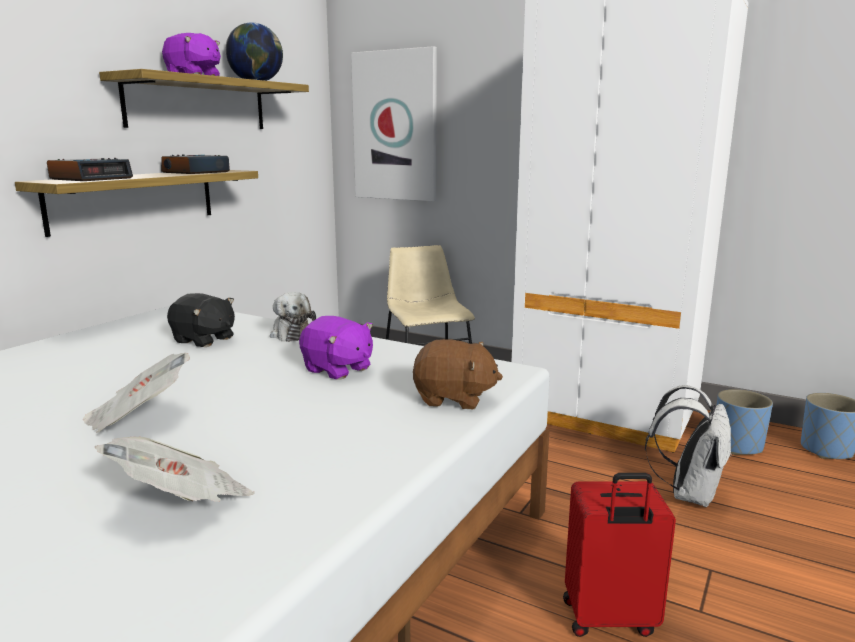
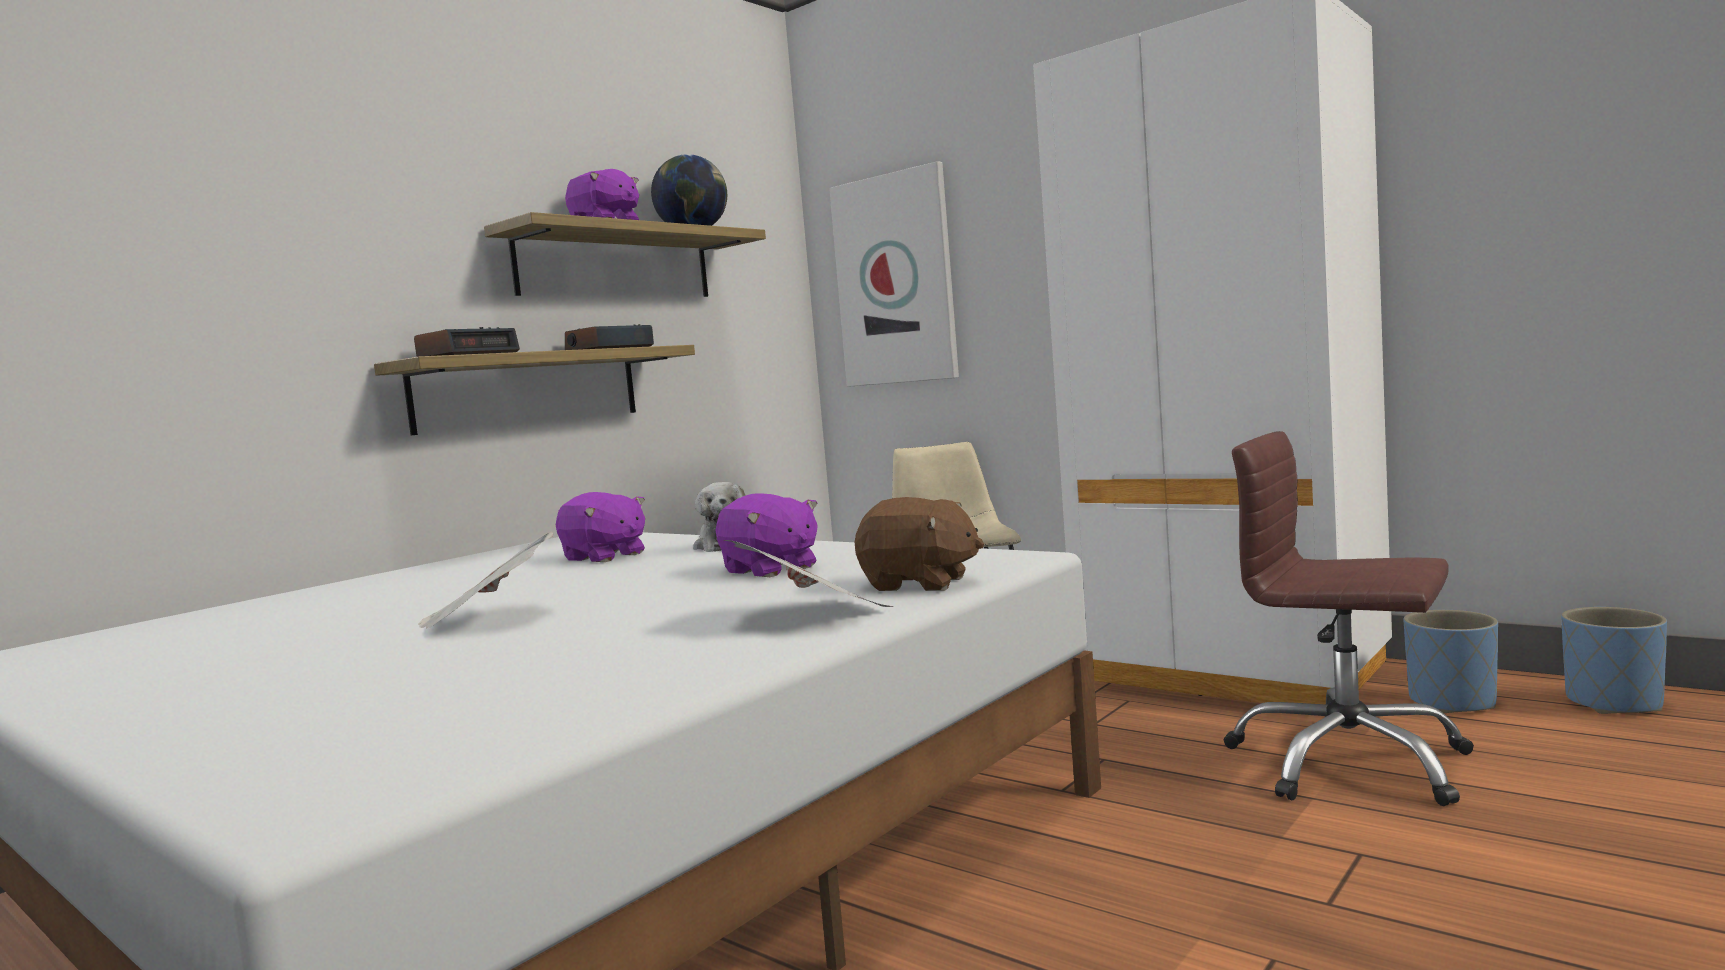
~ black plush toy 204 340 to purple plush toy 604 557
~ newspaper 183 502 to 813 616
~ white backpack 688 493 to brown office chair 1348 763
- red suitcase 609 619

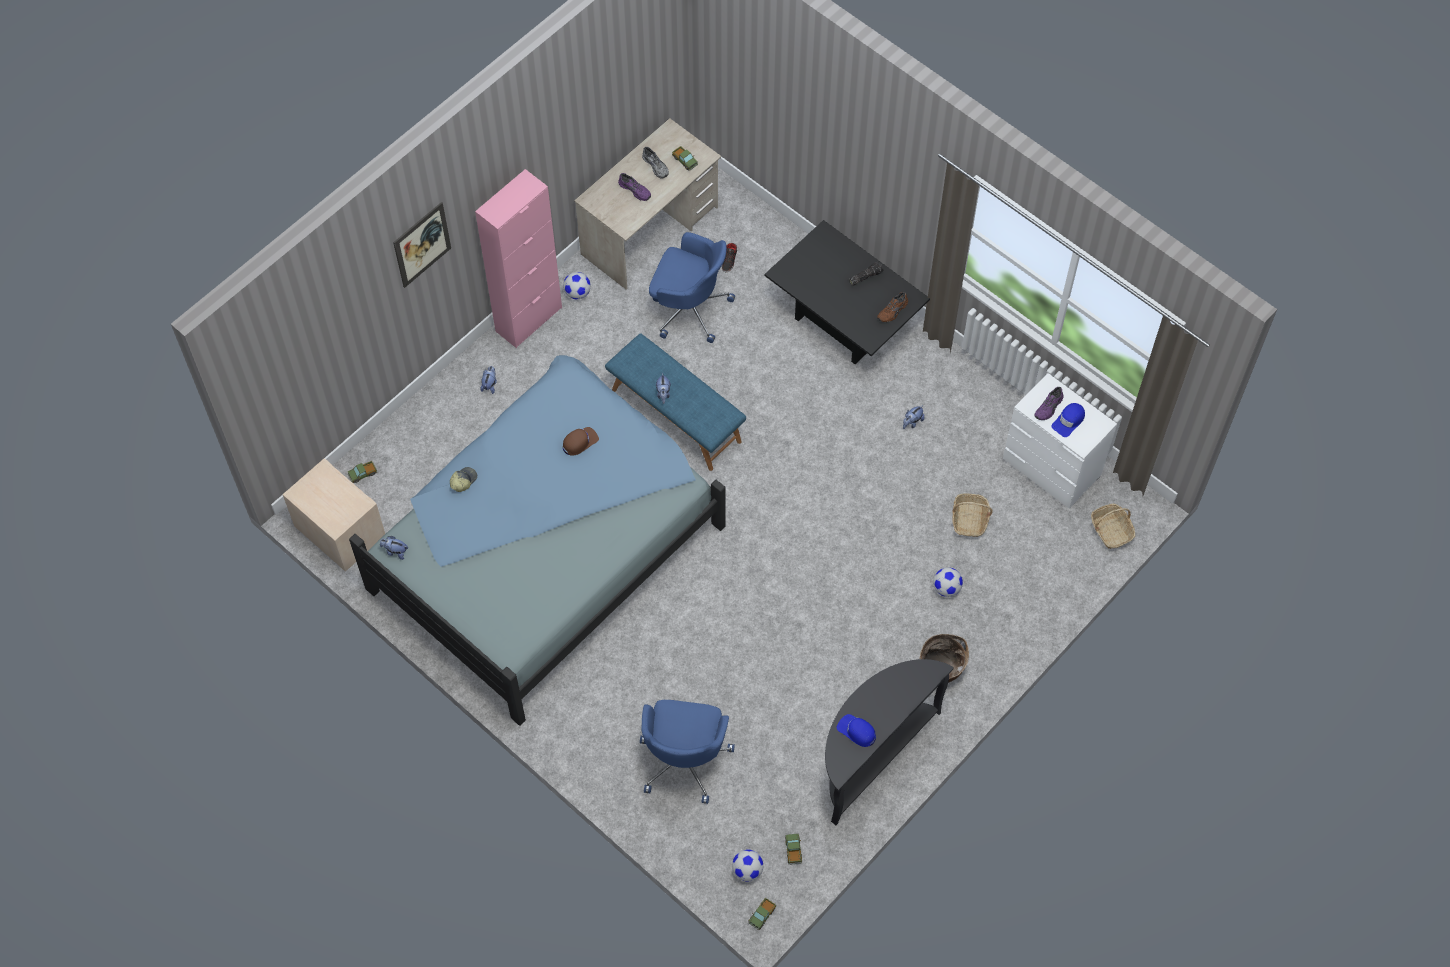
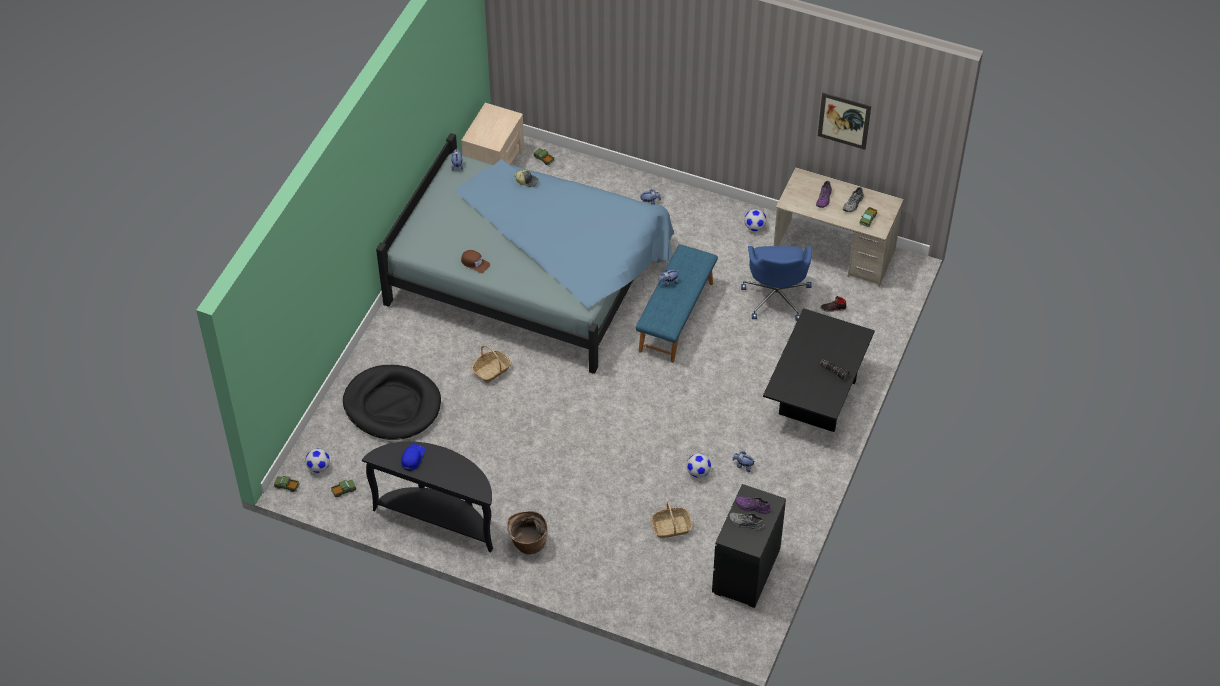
~ blue office chair 684 759 to black dog bed 392 405
~ brown cap 580 442 to 475 263
~ basket 1110 530 to 492 370
~ football 946 588 to 698 472
~ white dresser 1052 468 to black dresser 746 572
~ blue cap 1069 421 to grey shoe 746 523
~ picture 422 244 to 844 120
- pink cabinet 528 319
- brown shoe 893 311

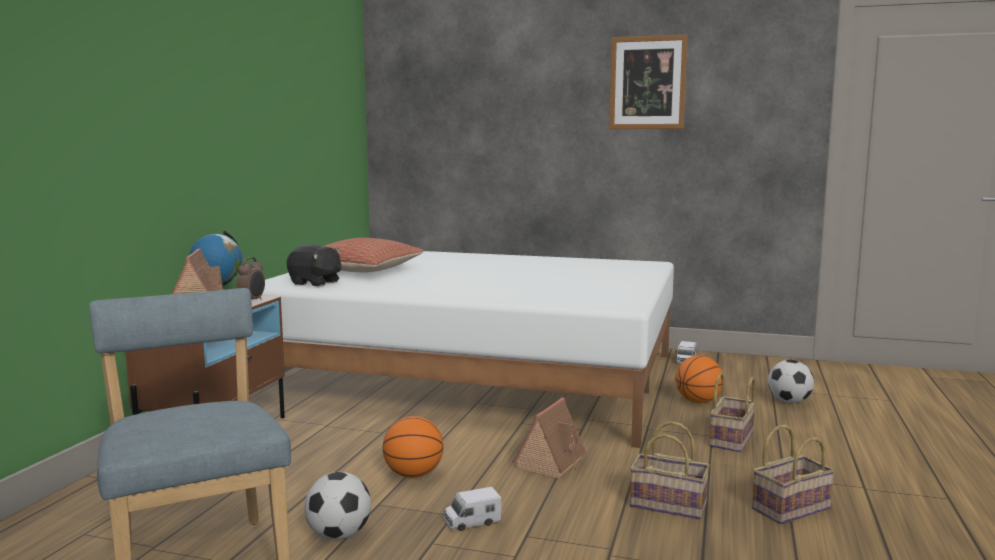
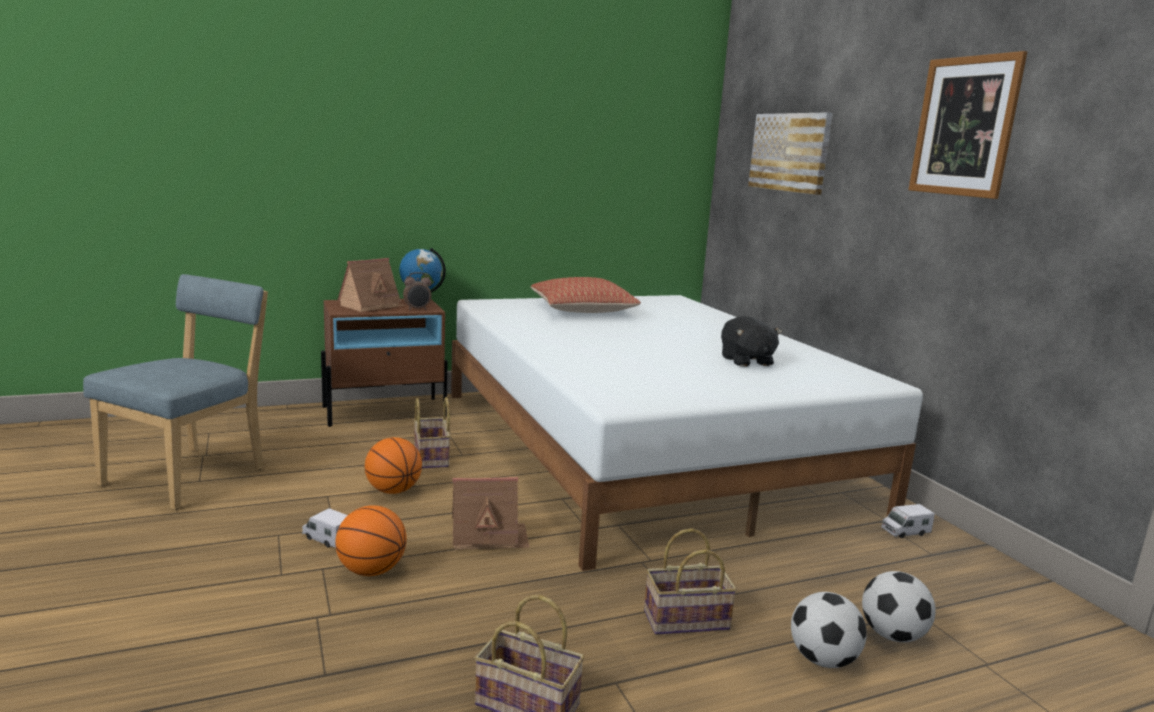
~ basketball 698 401 to 371 570
~ basket 670 505 to 432 457
~ black plush toy 315 283 to 746 361
+ picture 790 152
~ football 339 535 to 822 660

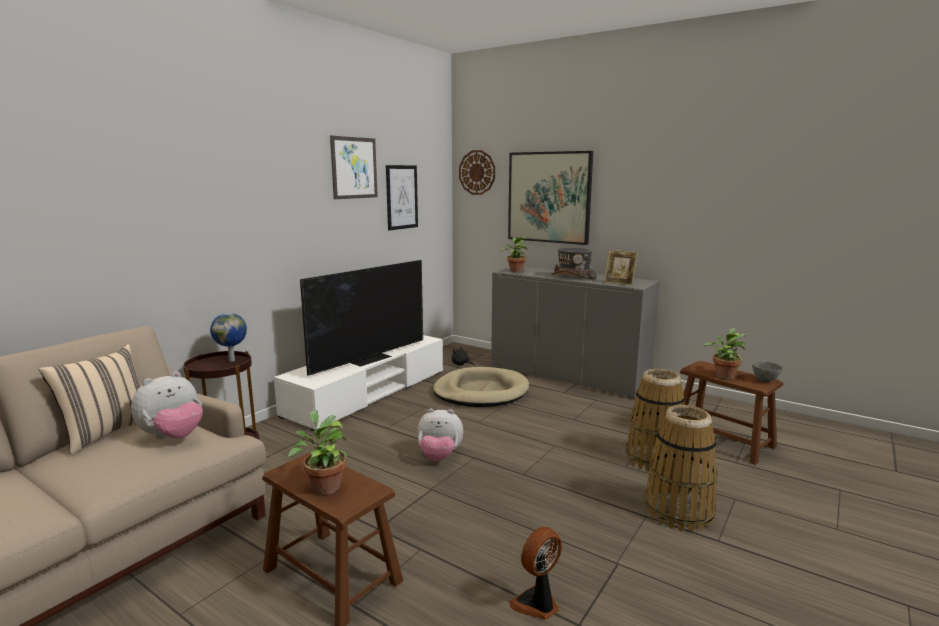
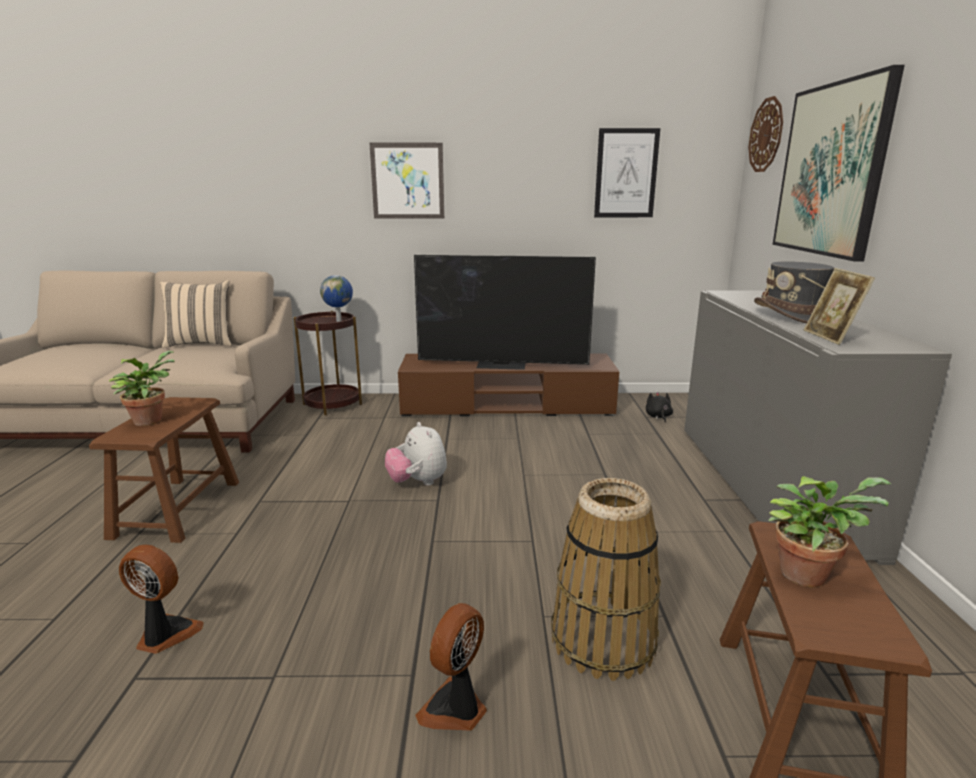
~ picture 354 168 to 407 181
~ white tv stand 368 393 to brown tv stand 507 405
~ basket 678 511 to fan 455 709
- plush toy 173 437
- beige dog bed 481 392
- potted plant 515 271
- grey bowl 764 380

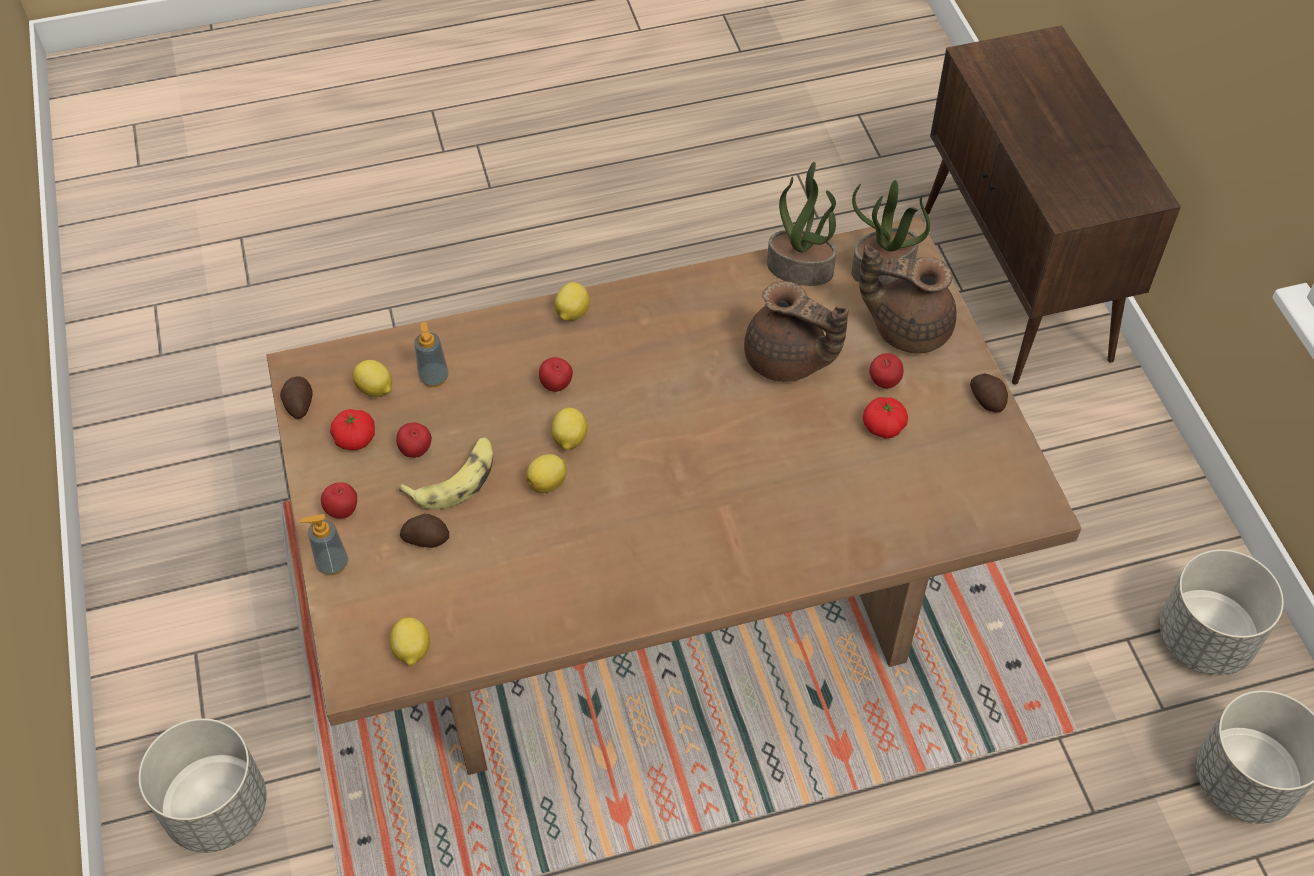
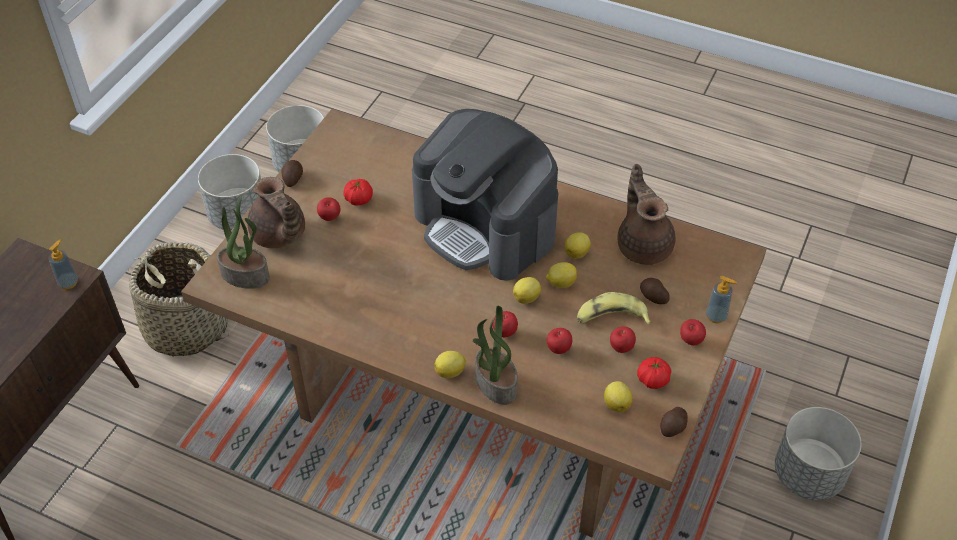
~ soap dispenser 434 378 to 68 282
+ basket 186 327
+ coffee machine 486 227
~ potted plant 801 268 to 494 383
+ apple 558 349
~ lemon 412 651 to 577 253
~ brown teapot 787 361 to 643 245

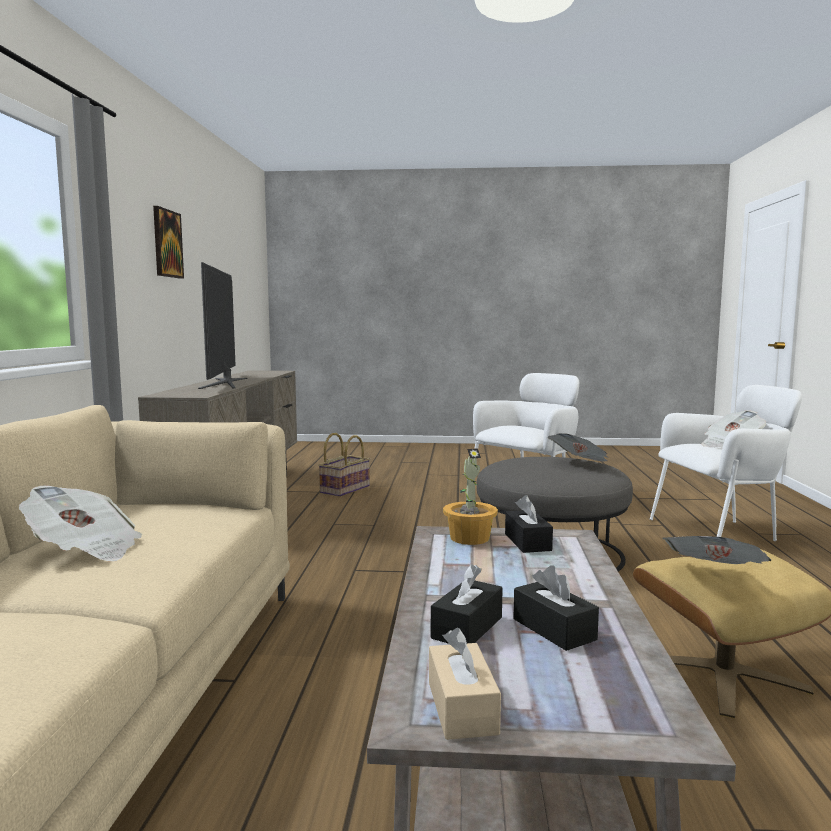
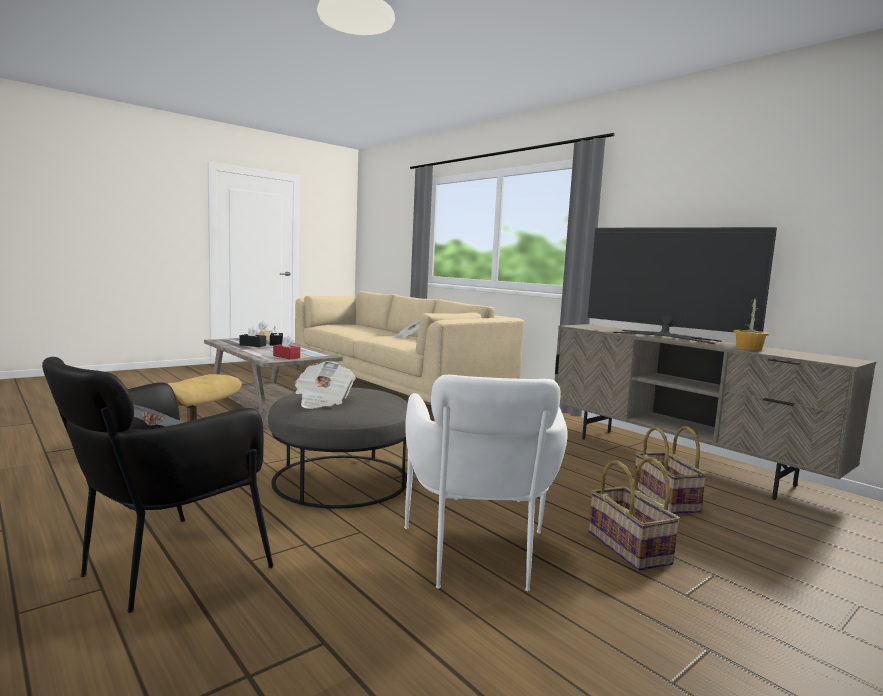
~ white armchair 721 533 to black armchair 162 568
~ black tissue box 527 542 to red tissue box 286 357
+ basket 630 548
~ potted plant 469 538 to 749 349
- picture 167 243
- newspaper 714 577

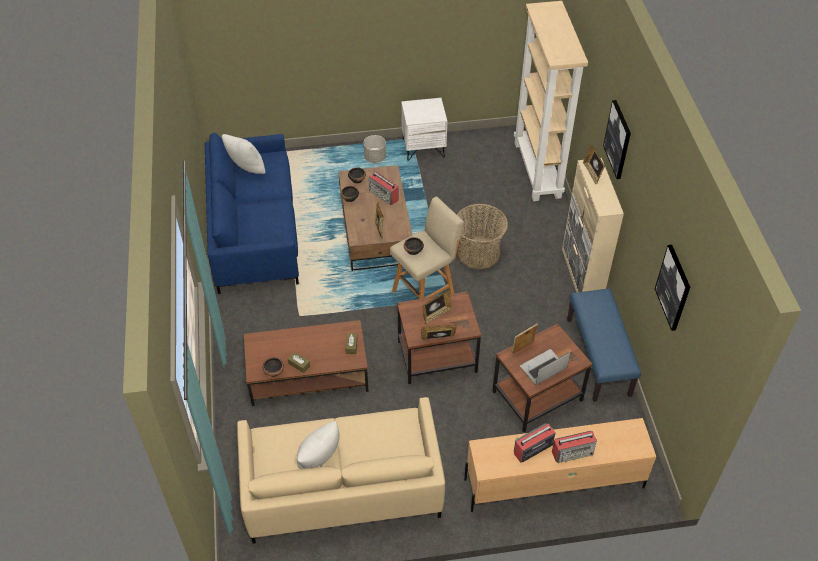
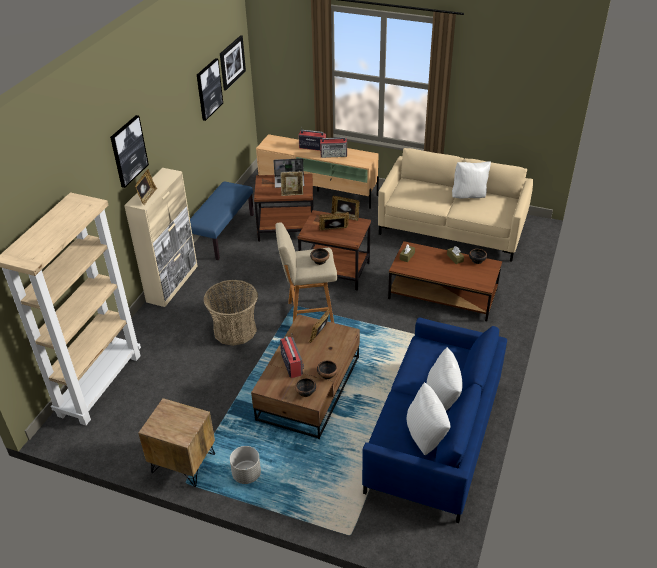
~ white nightstand 423 147 to brown nightstand 183 463
+ picture 232 62
+ white pillow 443 400

